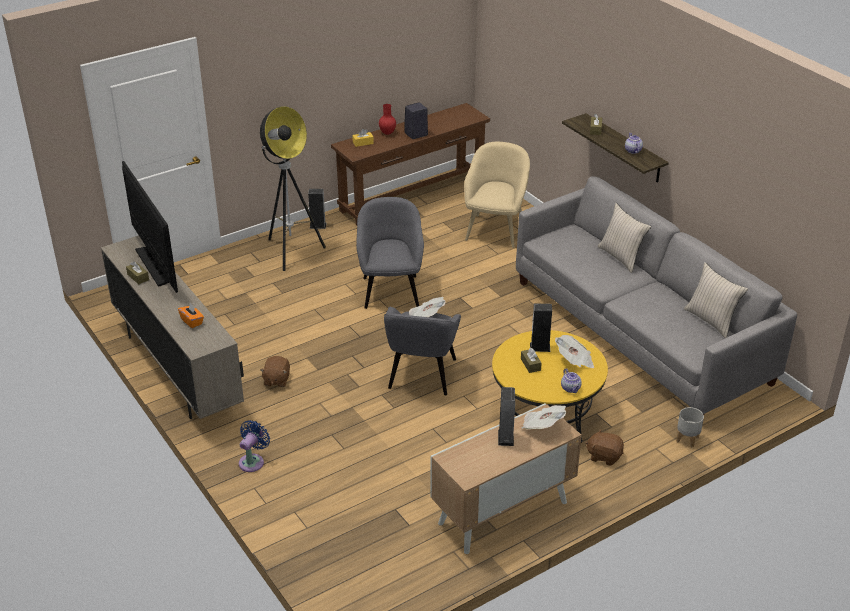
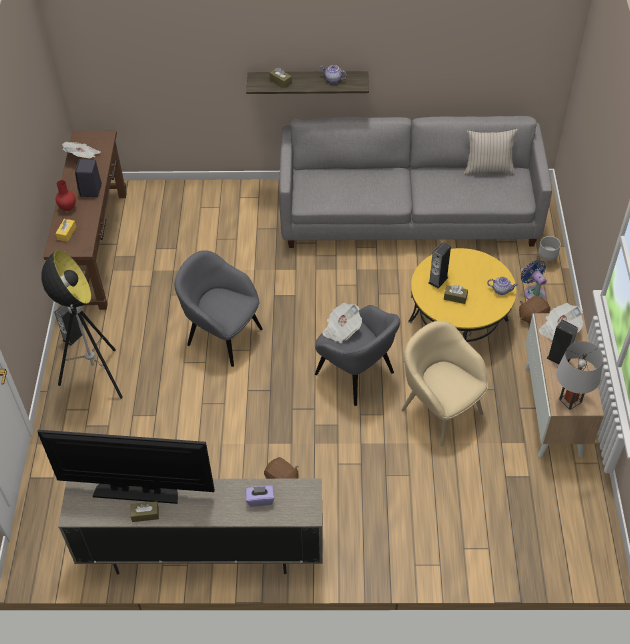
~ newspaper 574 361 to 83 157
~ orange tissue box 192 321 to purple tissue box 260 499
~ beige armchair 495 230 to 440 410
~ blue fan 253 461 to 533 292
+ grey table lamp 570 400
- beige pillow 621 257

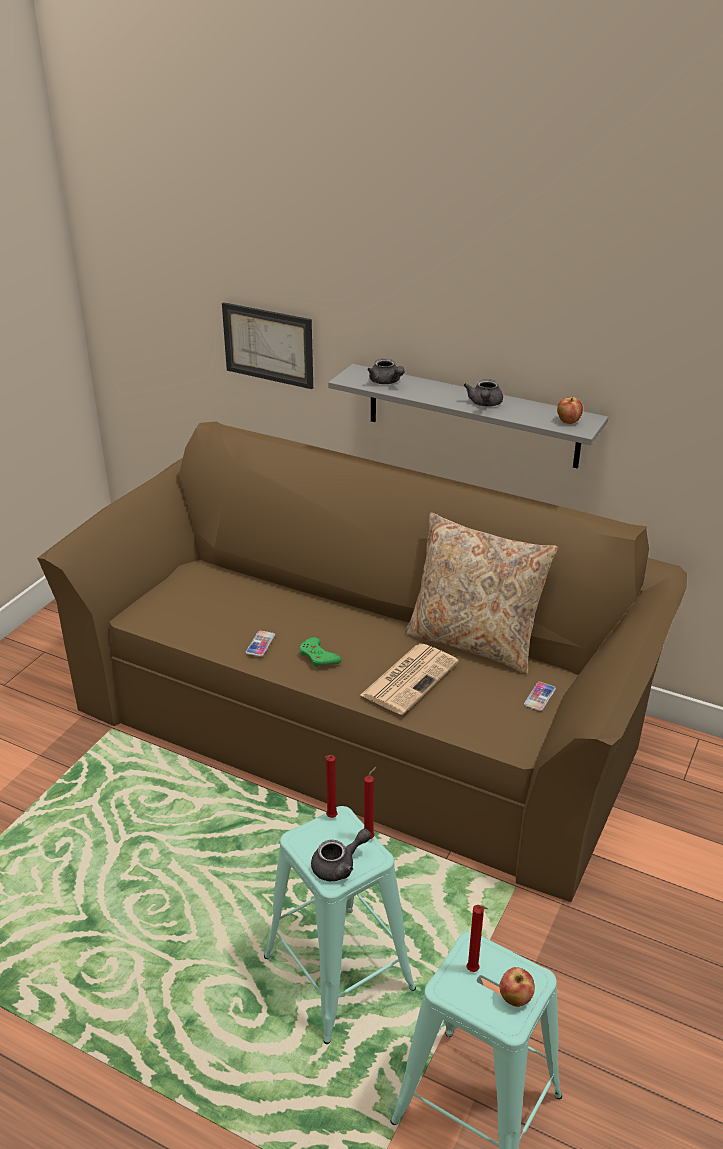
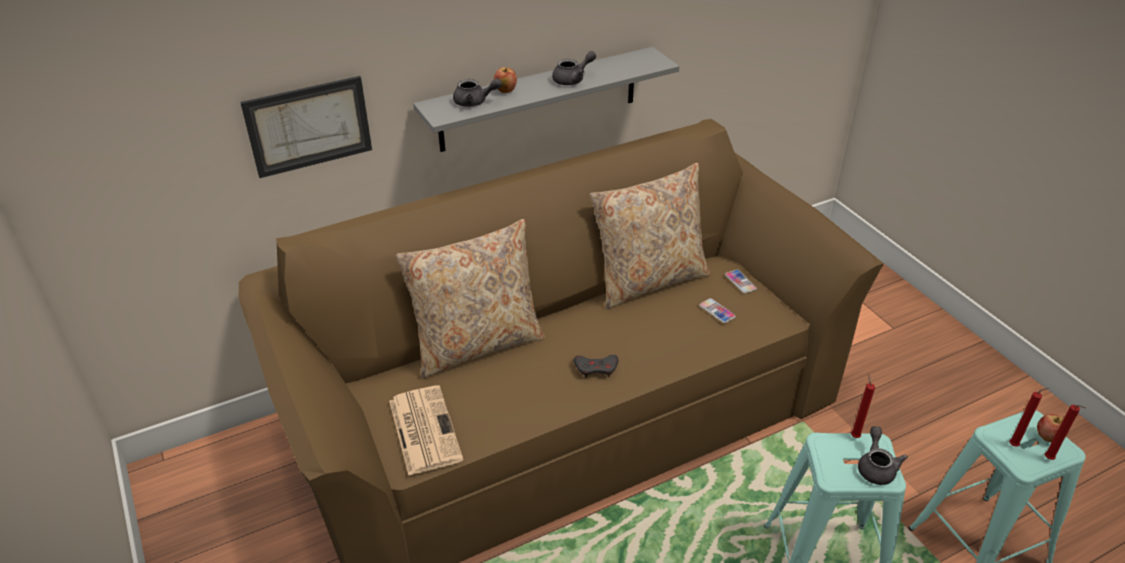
~ newspaper 410 678 to 424 429
+ beige pillow 477 344
~ apple 568 421 to 505 91
~ grey teapot 484 404 = 573 79 75 degrees counterclockwise
~ green game controller 318 657 to grey game controller 596 368
~ phone 260 644 to 717 311
~ red candle 330 818 to 1049 460

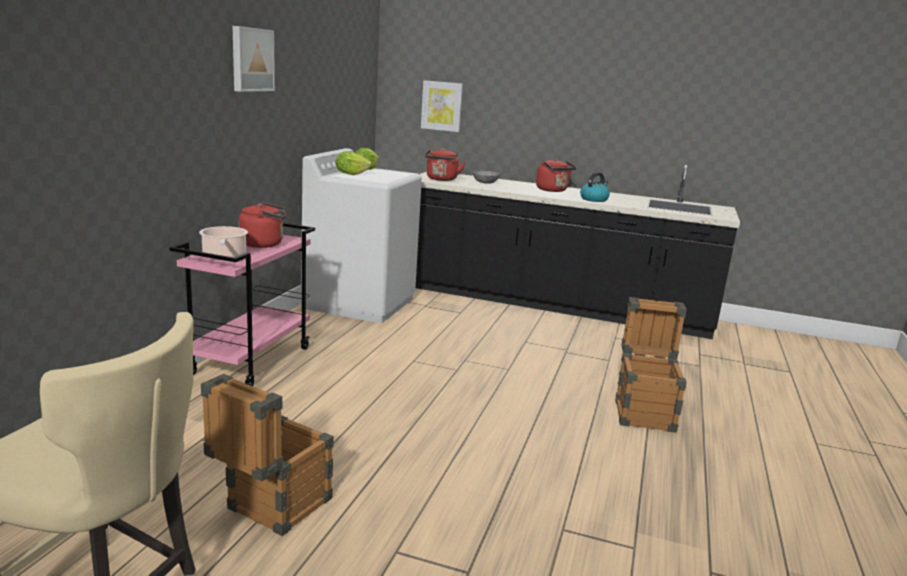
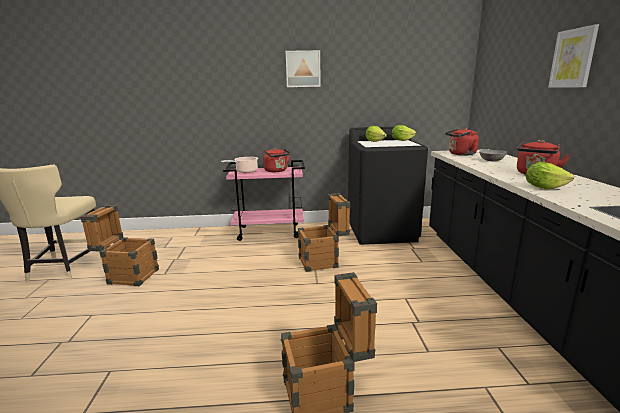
+ crate 323 261
~ white washing machine 360 303 to black washing machine 382 231
~ kettle 594 199 to lettuce 543 187
~ picture 442 106 to 573 58

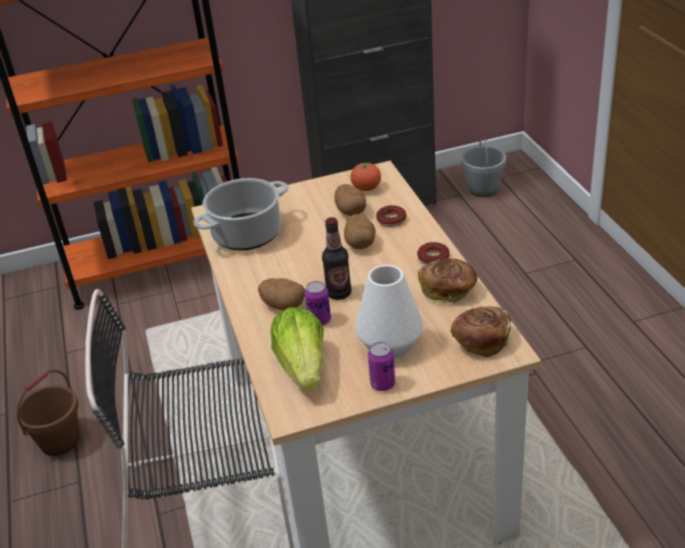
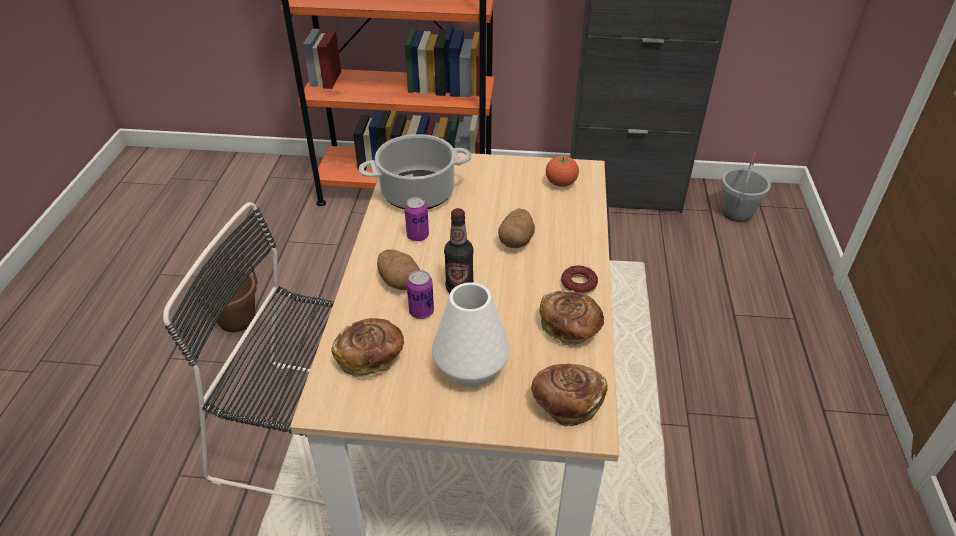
~ lettuce 303 367 to bread 371 358
~ can 382 384 to 417 236
- potato 350 211
- donut 391 220

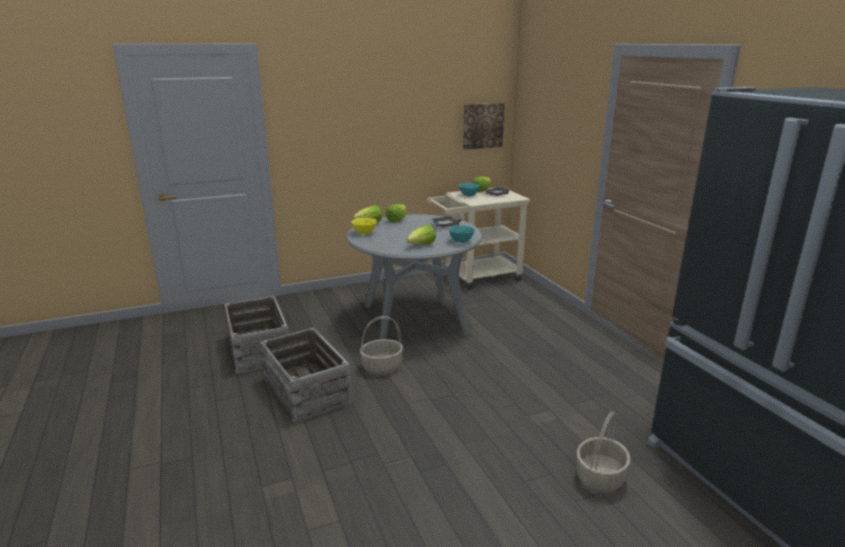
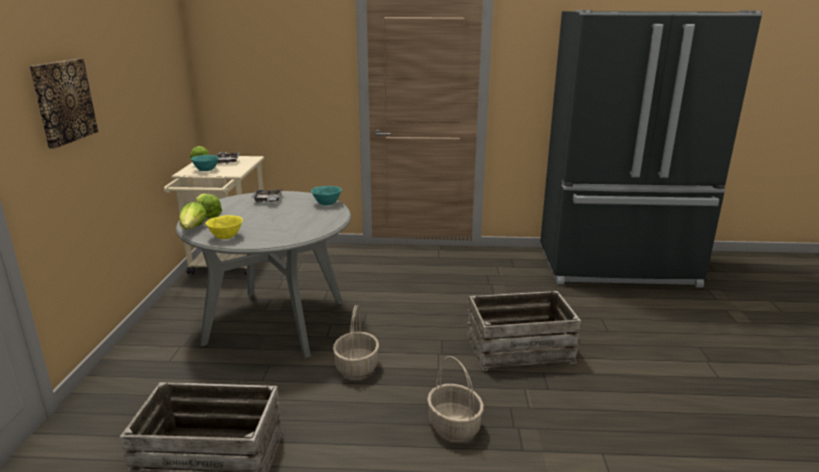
~ picture 482 125 to 62 101
~ basket 599 477 to 453 425
~ crate 307 390 to 519 348
- lettuce 421 245

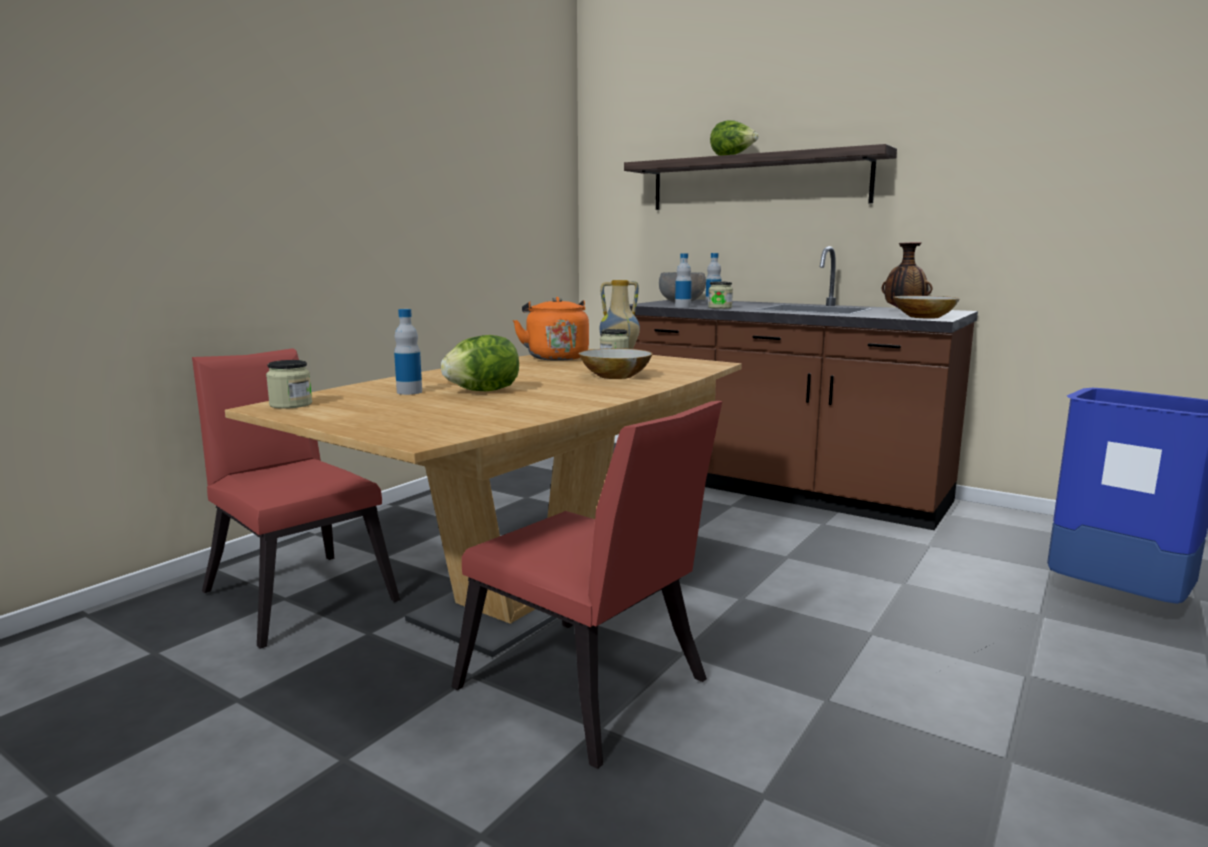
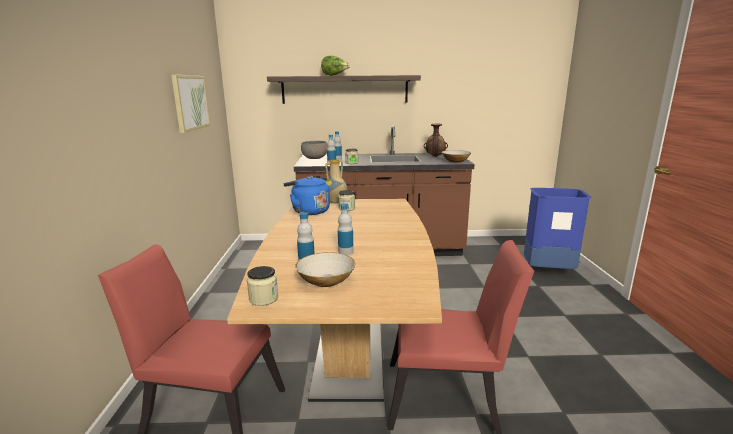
+ picture 190 102
~ orange kettle 555 357 to blue kettle 309 211
~ bowl 614 376 to 325 281
~ lettuce 483 391 to bottle 345 252

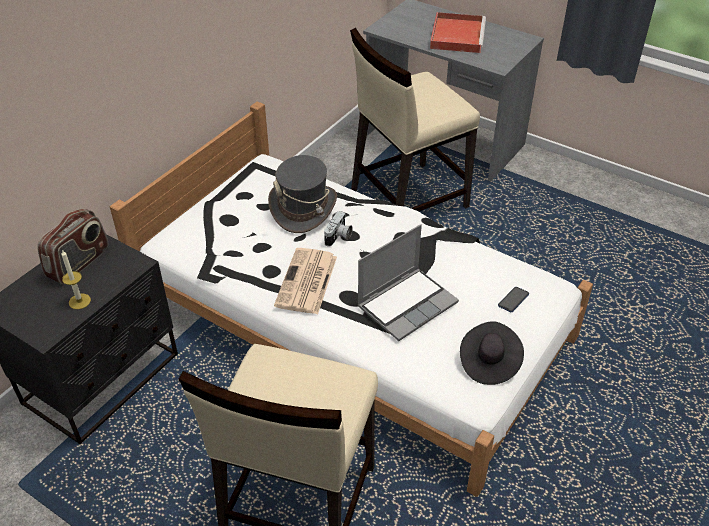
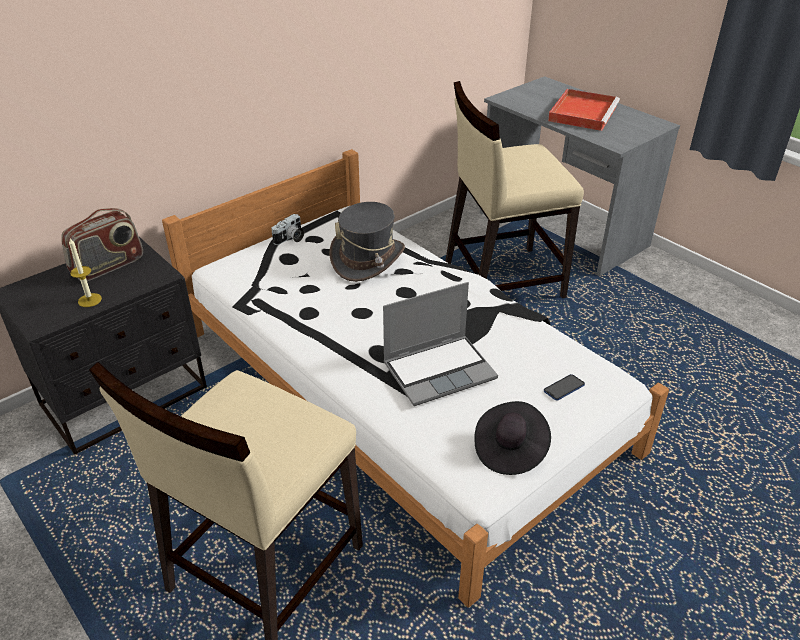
~ photo camera 339 237 to 290 239
- newspaper 306 282

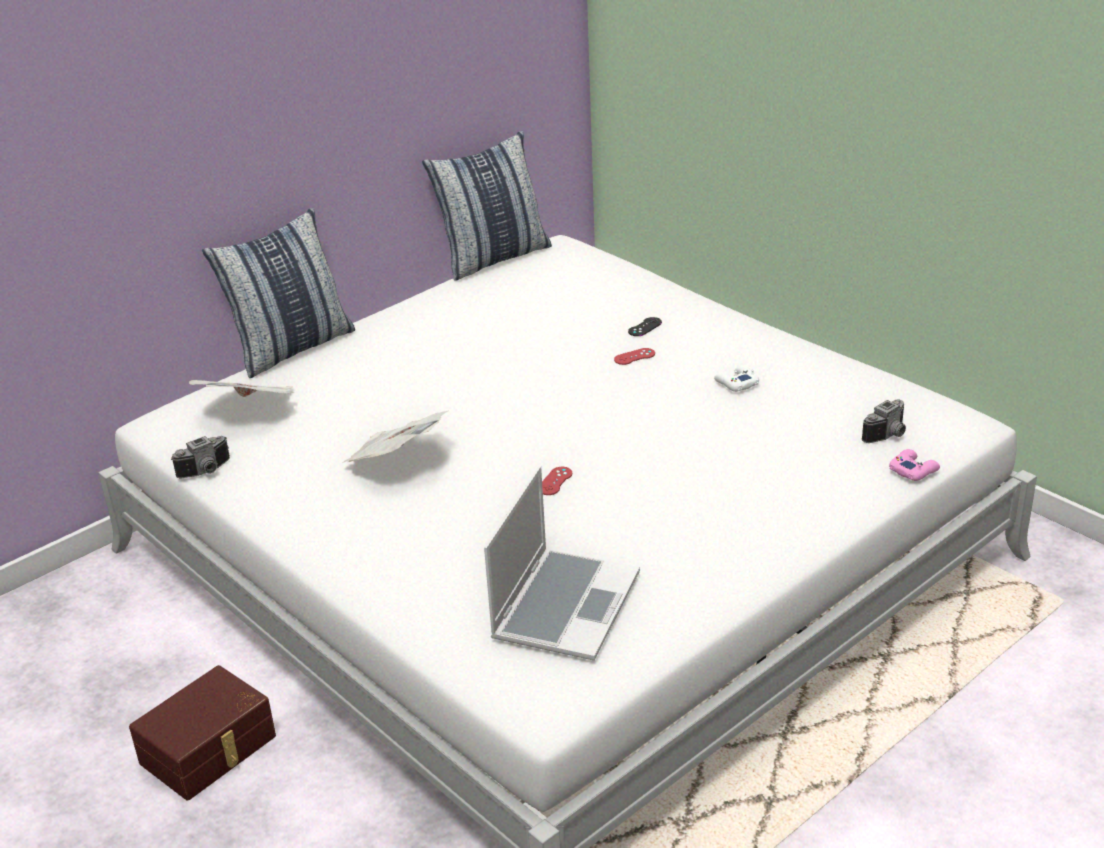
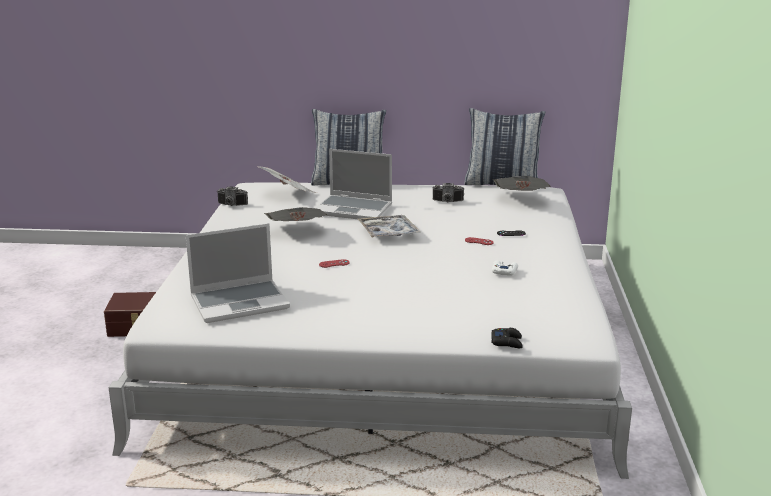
+ laptop 354 209
+ tray 388 233
~ photo camera 889 435 to 447 202
~ pink game controller 913 470 to black game controller 507 342
+ newspaper 520 199

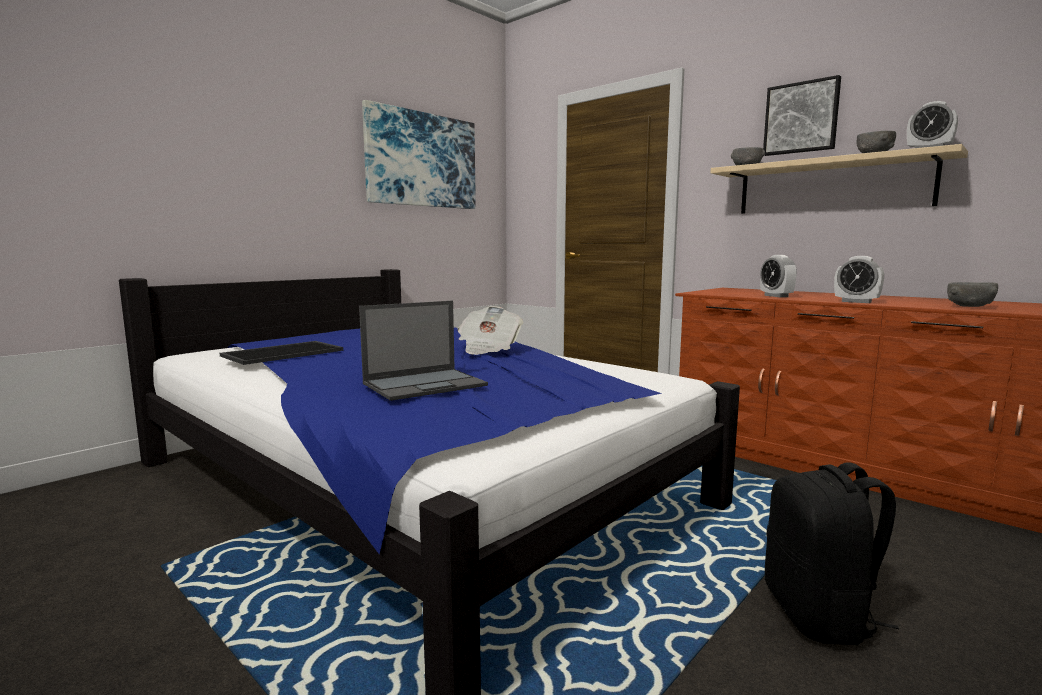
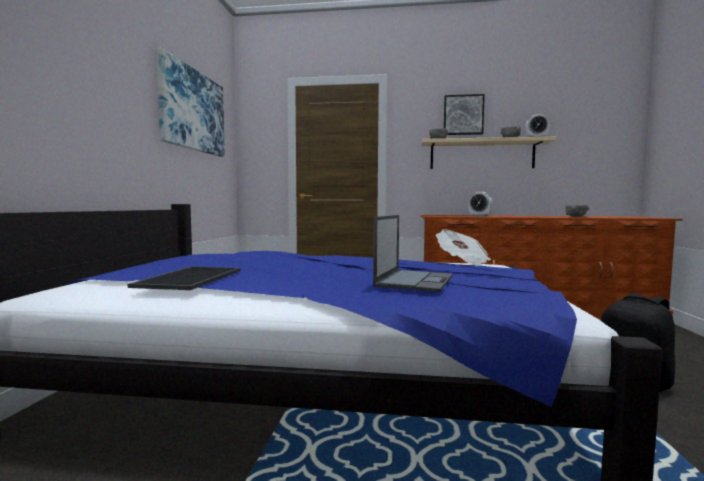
~ newspaper 488 348 to 462 261
- alarm clock 856 302

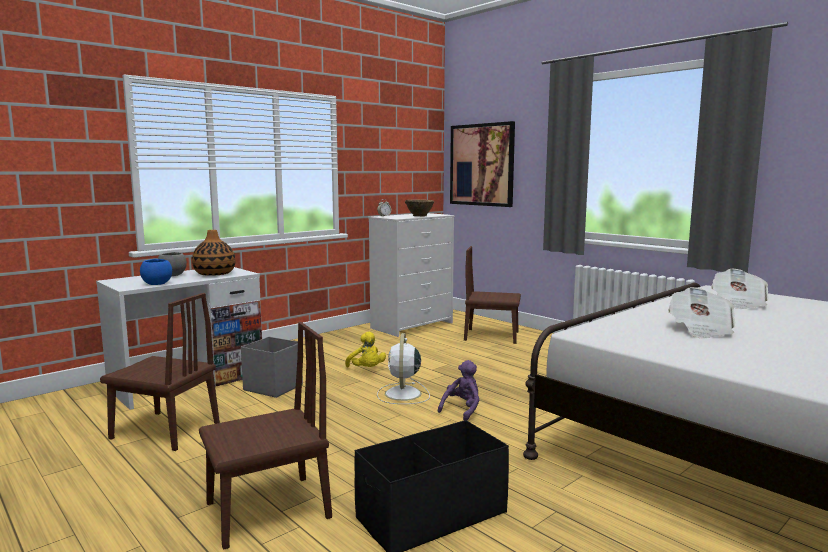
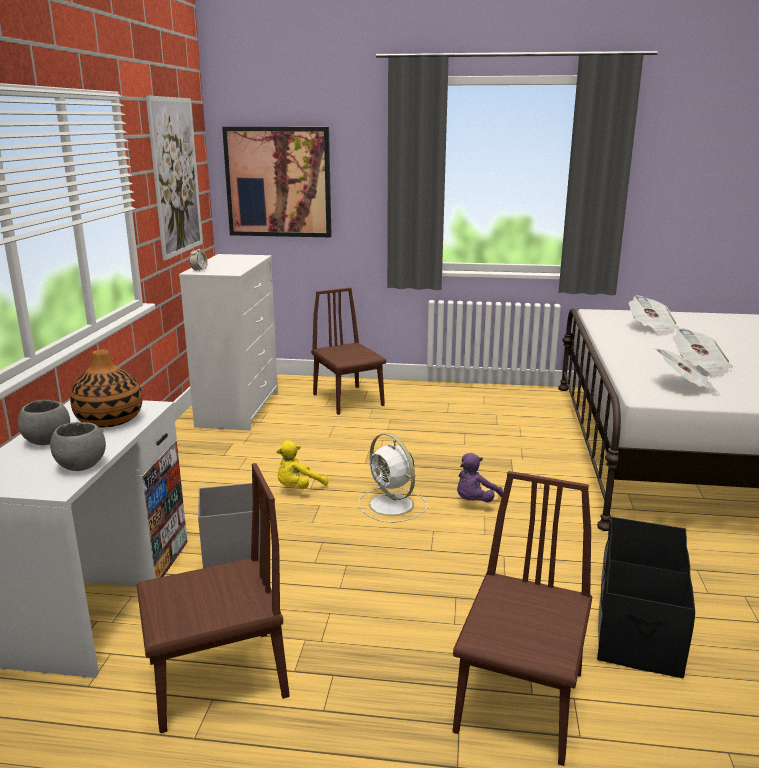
~ blue bowl 156 284 to grey bowl 81 466
+ picture 176 177
~ yellow plush toy 366 369 = 298 488 120 degrees clockwise
~ brown chair 491 336 = 348 400 90 degrees clockwise
~ purple plush toy 462 410 = 475 501 135 degrees counterclockwise
+ newspaper 685 386
- brown bowl 419 216

